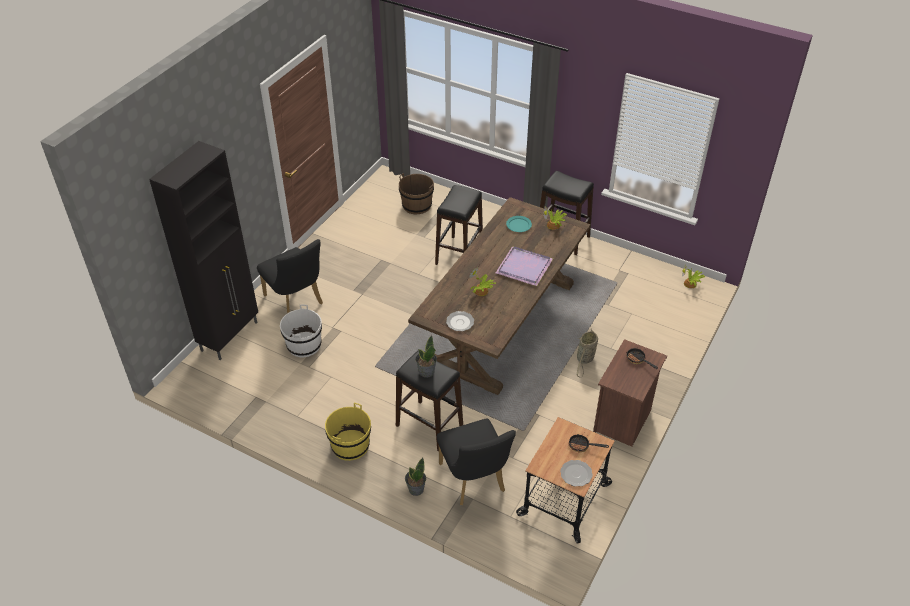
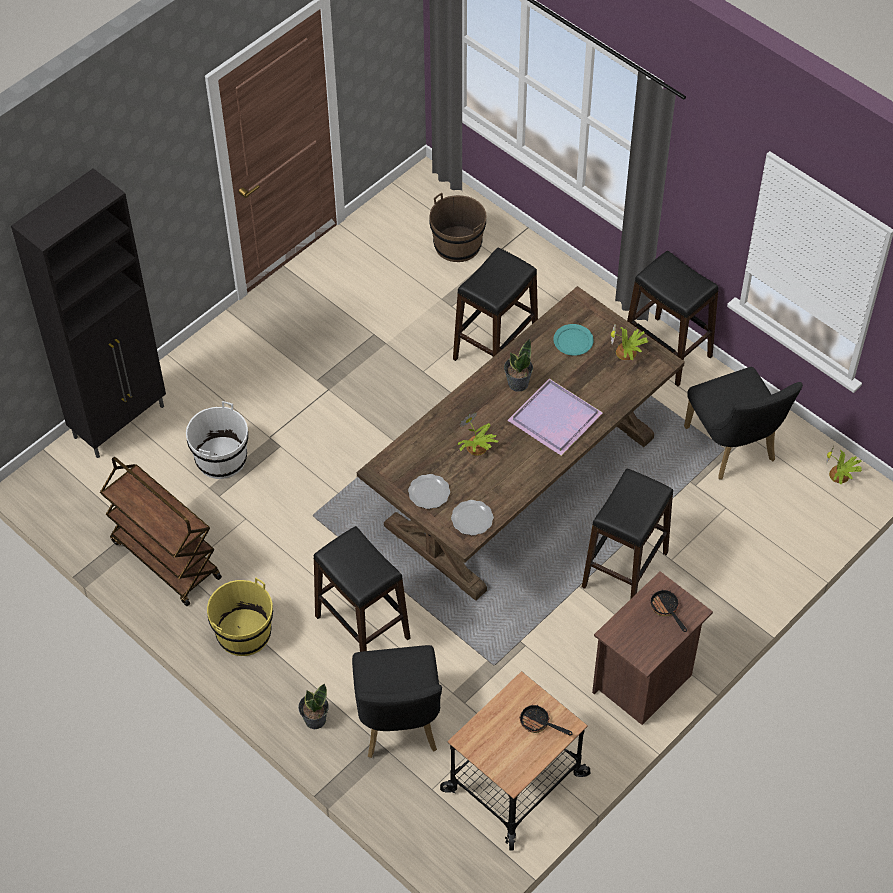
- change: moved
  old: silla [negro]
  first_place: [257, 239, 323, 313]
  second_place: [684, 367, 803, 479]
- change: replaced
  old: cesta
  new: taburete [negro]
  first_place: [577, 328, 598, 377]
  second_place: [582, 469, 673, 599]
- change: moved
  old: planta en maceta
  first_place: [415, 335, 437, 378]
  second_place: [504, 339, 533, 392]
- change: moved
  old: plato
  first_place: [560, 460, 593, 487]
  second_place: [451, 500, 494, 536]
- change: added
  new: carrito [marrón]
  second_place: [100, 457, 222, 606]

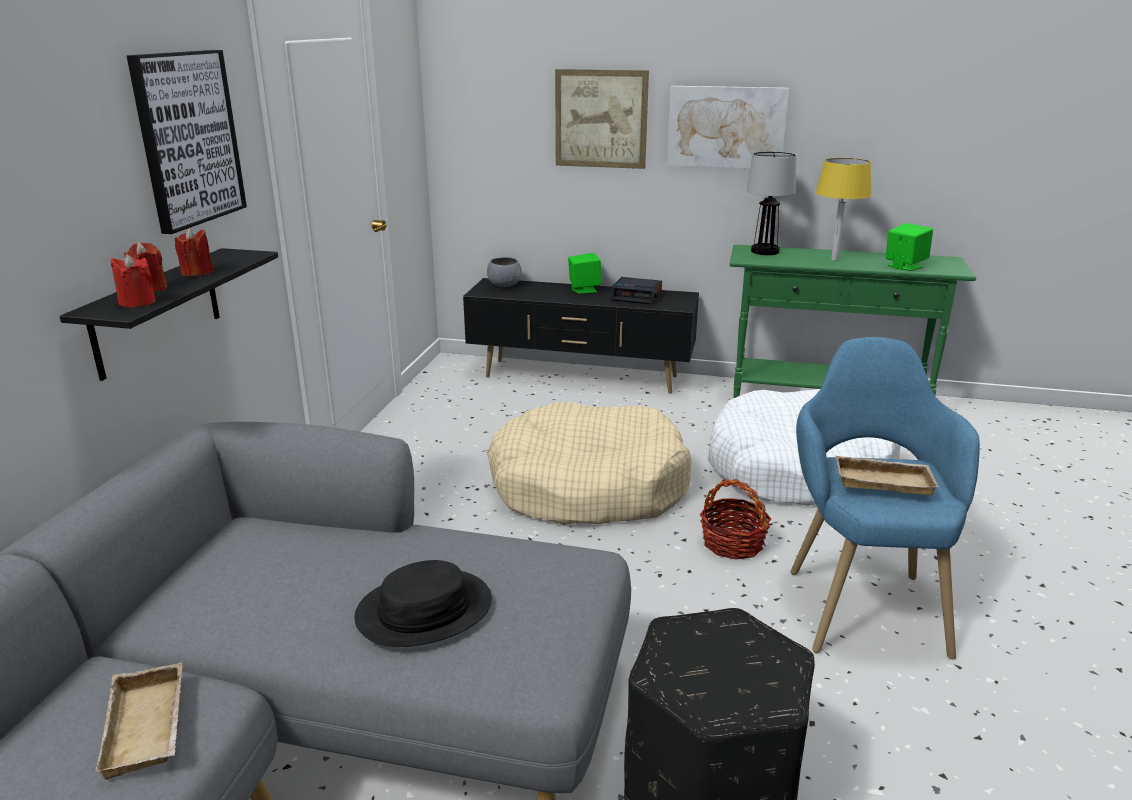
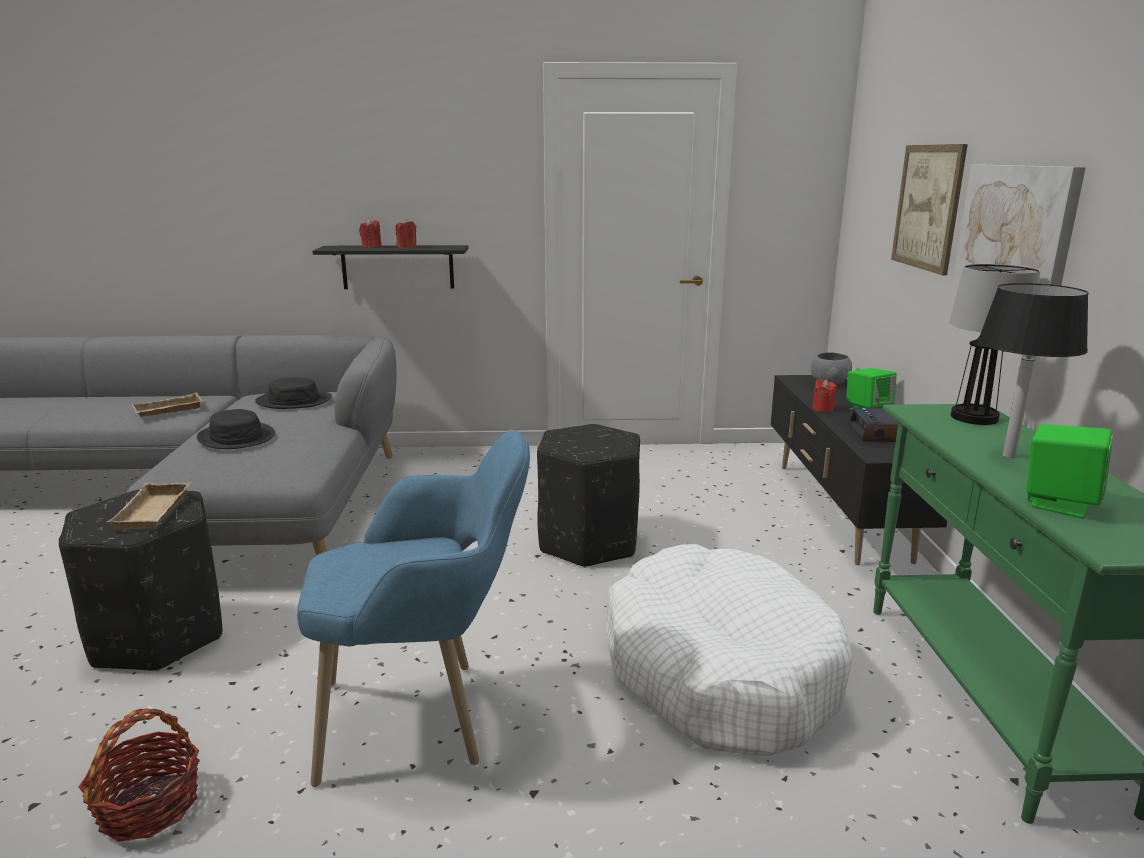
- change: removed
  old: cuadro
  first_place: [127, 50, 247, 234]
- change: recoloured
  old: lámpara de mesa [amarillo]
  new: lámpara de mesa [negro]
  first_place: [815, 158, 872, 260]
  second_place: [978, 283, 1089, 458]
- change: moved
  old: vela [rojo]
  first_place: [110, 254, 156, 308]
  second_place: [812, 379, 837, 412]
- change: replaced
  old: cama para perro [beis]
  new: puf [negro]
  first_place: [487, 402, 691, 525]
  second_place: [537, 424, 640, 568]
- change: moved
  old: bandeja [beis]
  first_place: [835, 455, 938, 495]
  second_place: [107, 483, 190, 531]
- change: moved
  old: cesta
  first_place: [700, 479, 771, 560]
  second_place: [78, 708, 200, 842]
- change: added
  new: sombrero [negro]
  second_place: [255, 378, 332, 409]

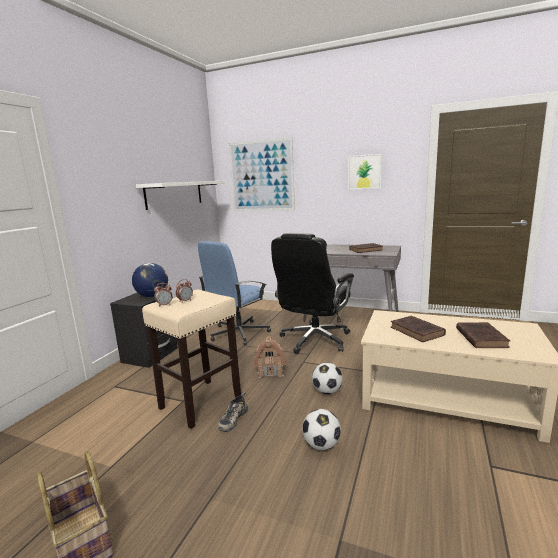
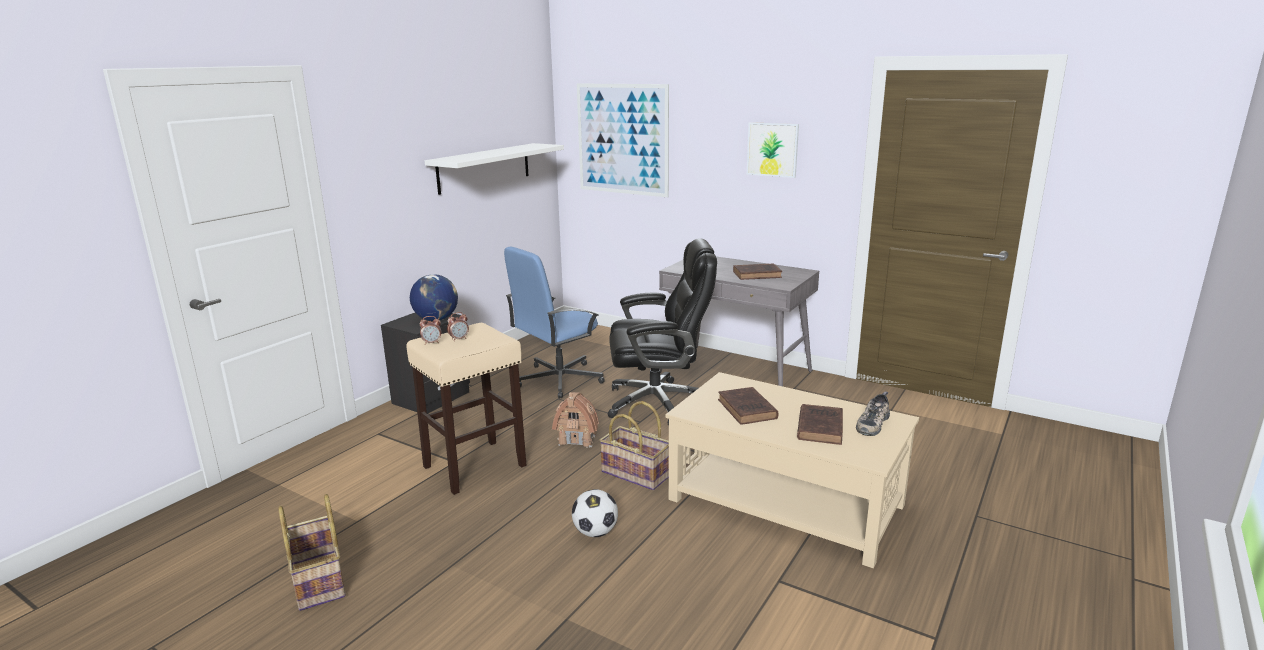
- change: turned
  old: silla de oficina [negro]
  first_place: [271, 233, 354, 354]
  second_place: [607, 238, 717, 425]
  degrees: -135
- change: replaced
  old: balón de fútbol
  new: cesta
  first_place: [312, 362, 343, 394]
  second_place: [600, 401, 669, 490]
- change: moved
  old: zapato
  first_place: [218, 392, 248, 432]
  second_place: [856, 392, 890, 436]

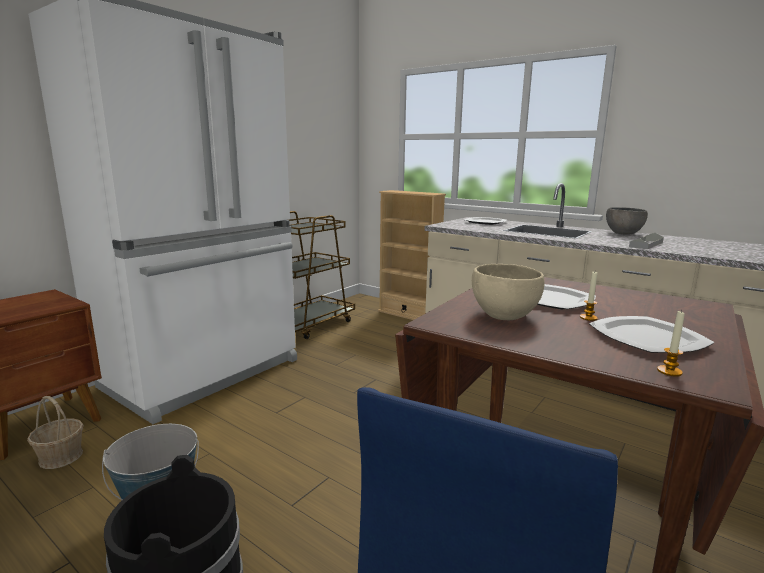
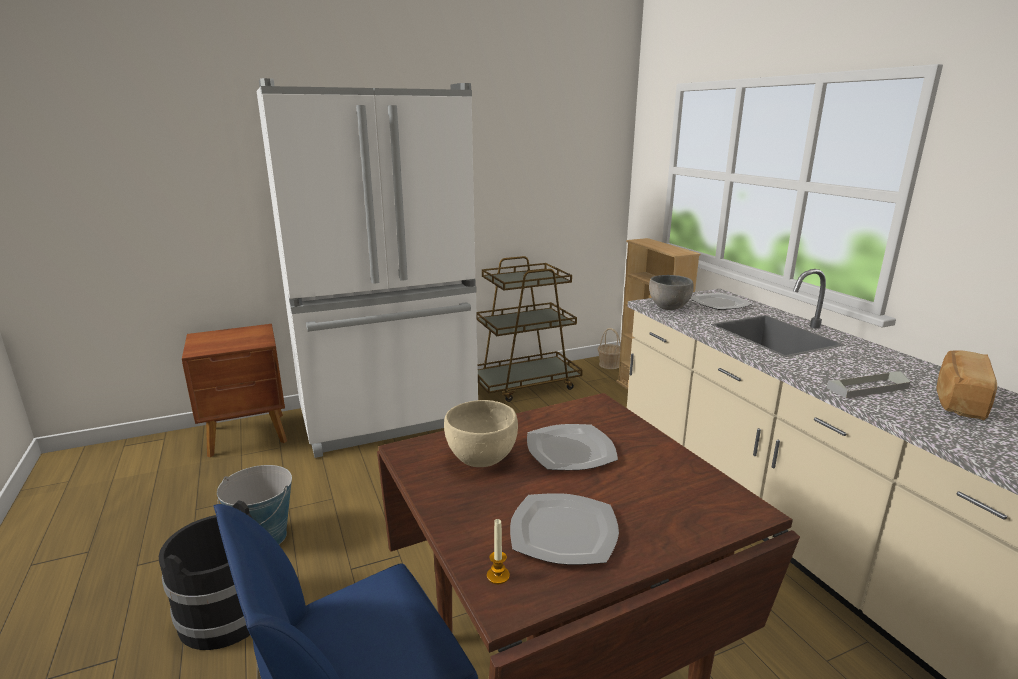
- change: moved
  old: cuenco [gris]
  first_place: [606, 207, 648, 235]
  second_place: [649, 275, 694, 310]
- change: removed
  old: vela
  first_place: [580, 271, 598, 321]
- change: moved
  old: cesta
  first_place: [27, 396, 83, 469]
  second_place: [597, 328, 621, 369]
- change: added
  new: pan
  second_place: [937, 350, 997, 420]

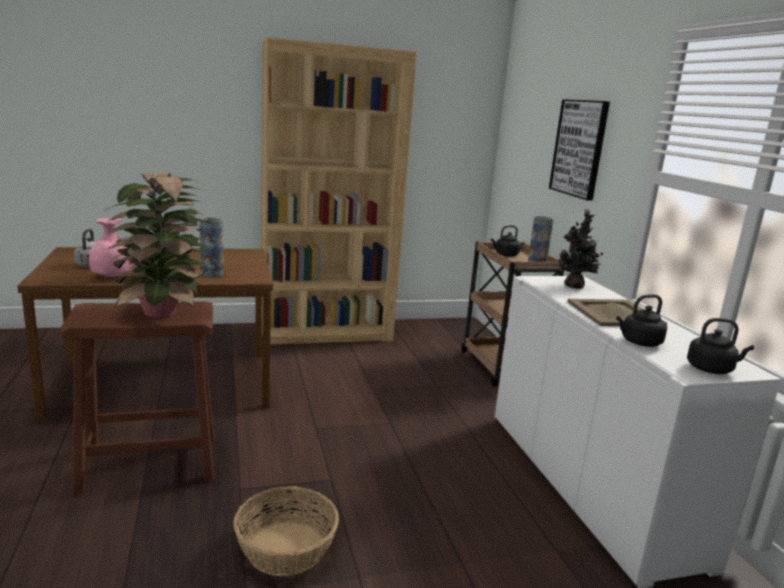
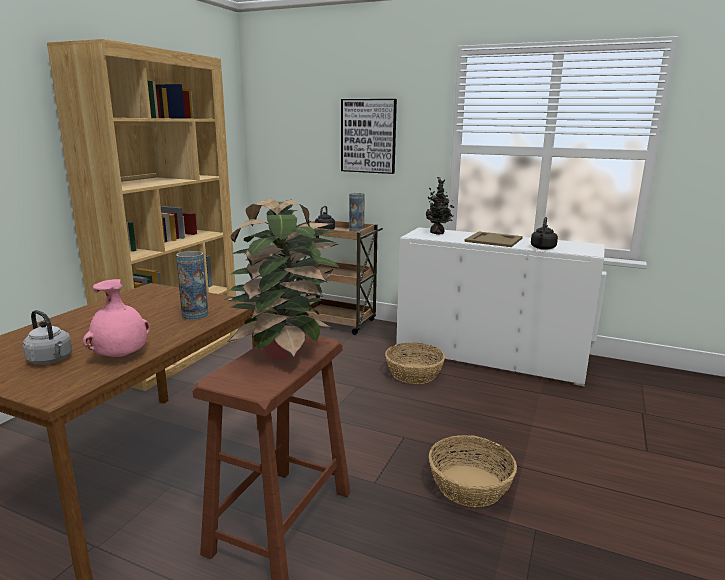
- change: removed
  old: hervidor [negro]
  first_place: [687, 318, 754, 374]
- change: added
  new: cesta
  second_place: [385, 342, 445, 384]

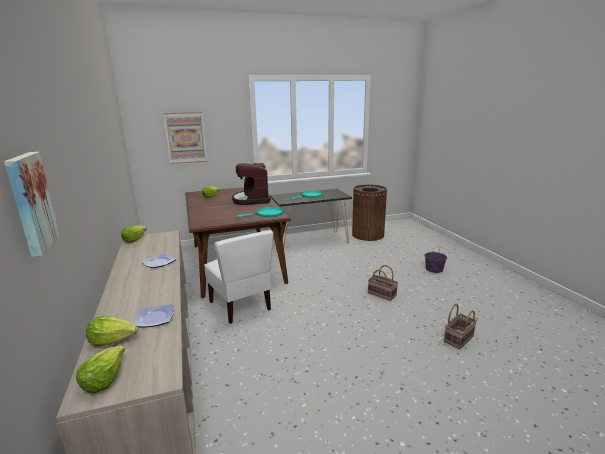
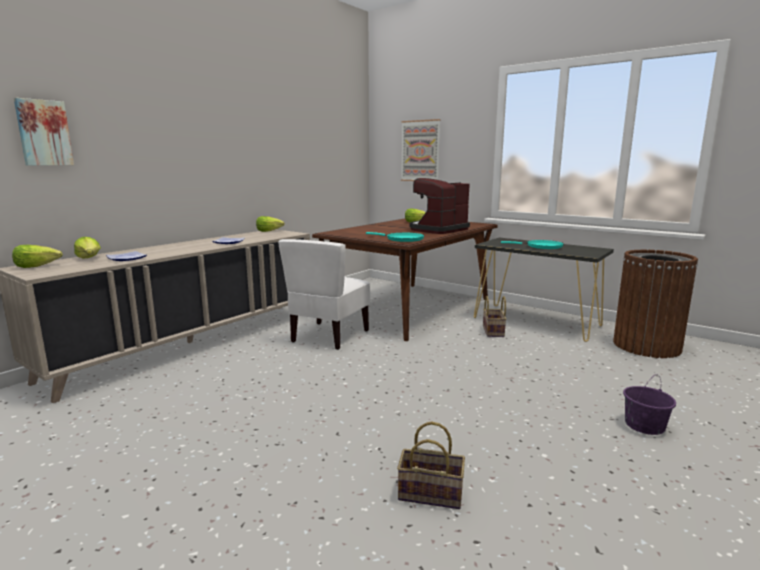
- change: moved
  old: cesta
  first_place: [368, 265, 398, 301]
  second_place: [483, 296, 506, 337]

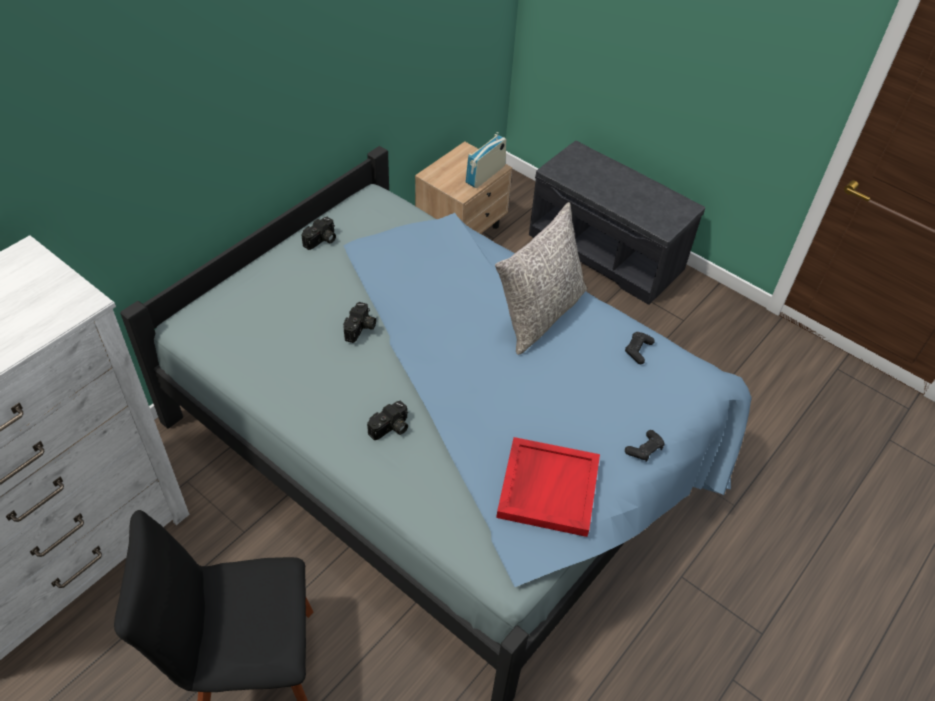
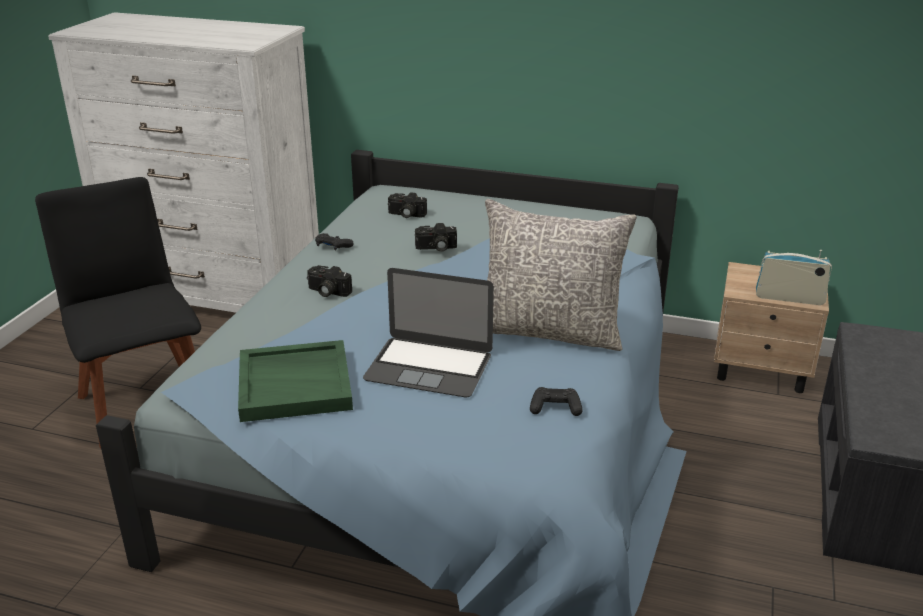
- change: moved
  old: cámara
  first_place: [302, 217, 336, 250]
  second_place: [388, 192, 427, 218]
- change: moved
  old: mando de consola [negro]
  first_place: [625, 430, 664, 462]
  second_place: [315, 233, 353, 251]
- change: recoloured
  old: bandeja [rojo]
  new: bandeja [verde]
  first_place: [496, 437, 600, 537]
  second_place: [238, 340, 353, 422]
- change: added
  new: portátil
  second_place: [363, 268, 494, 397]

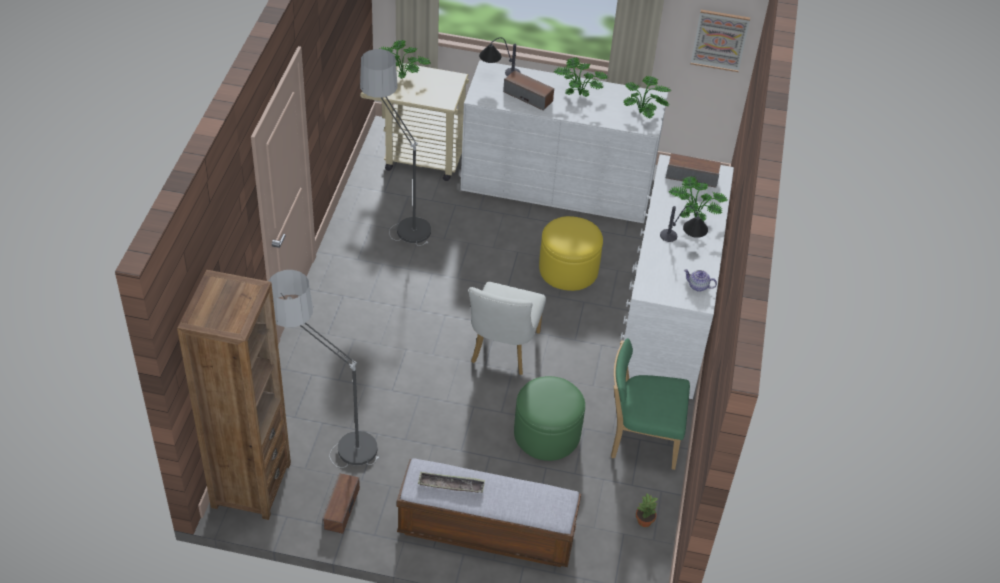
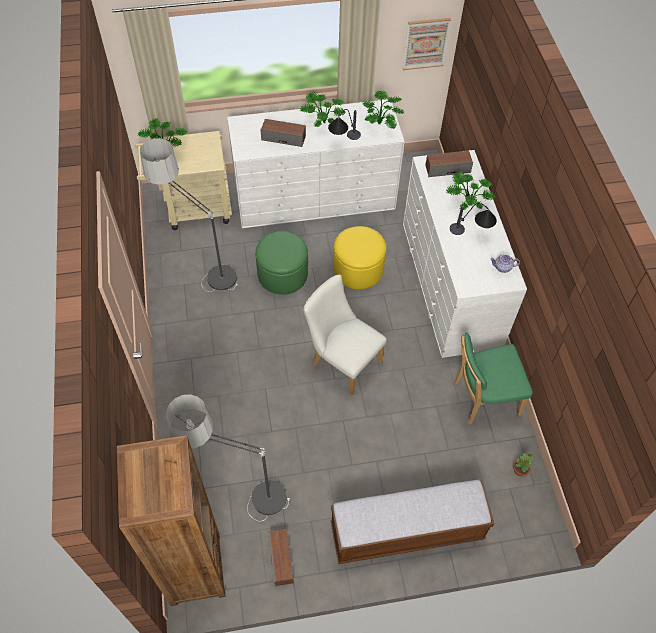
- change: moved
  old: lámpara de mesa
  first_place: [479, 37, 521, 77]
  second_place: [328, 109, 361, 140]
- change: turned
  old: silla [blanco]
  first_place: [469, 282, 546, 375]
  second_place: [304, 275, 387, 396]
  degrees: 135
- change: moved
  old: puf [verde]
  first_place: [514, 376, 585, 461]
  second_place: [255, 231, 308, 295]
- change: removed
  old: bandeja
  first_place: [418, 472, 485, 493]

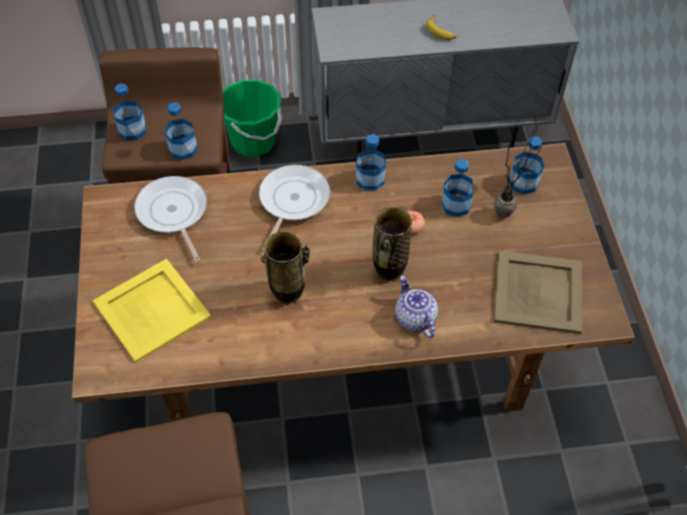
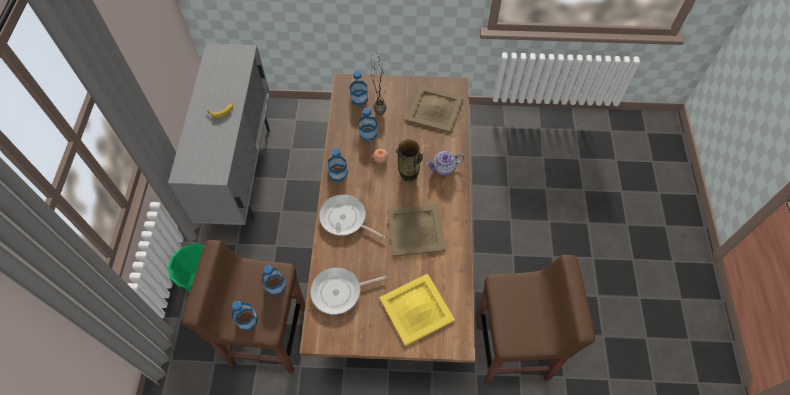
- change: replaced
  old: florero
  new: bandeja [beis]
  first_place: [261, 231, 311, 304]
  second_place: [387, 204, 446, 257]

